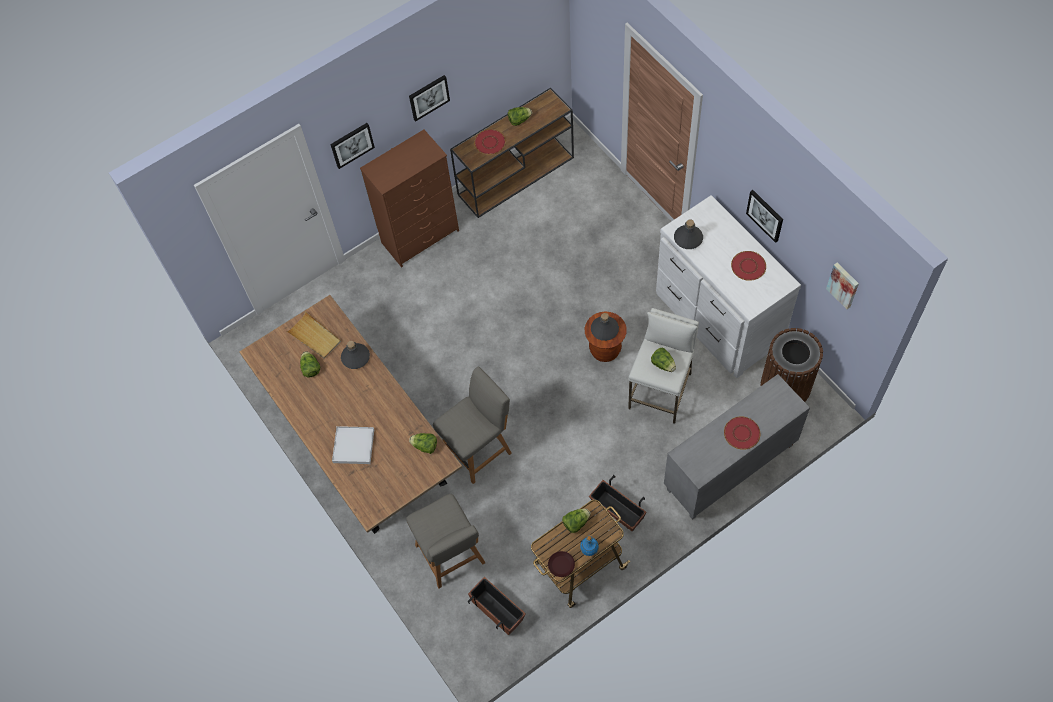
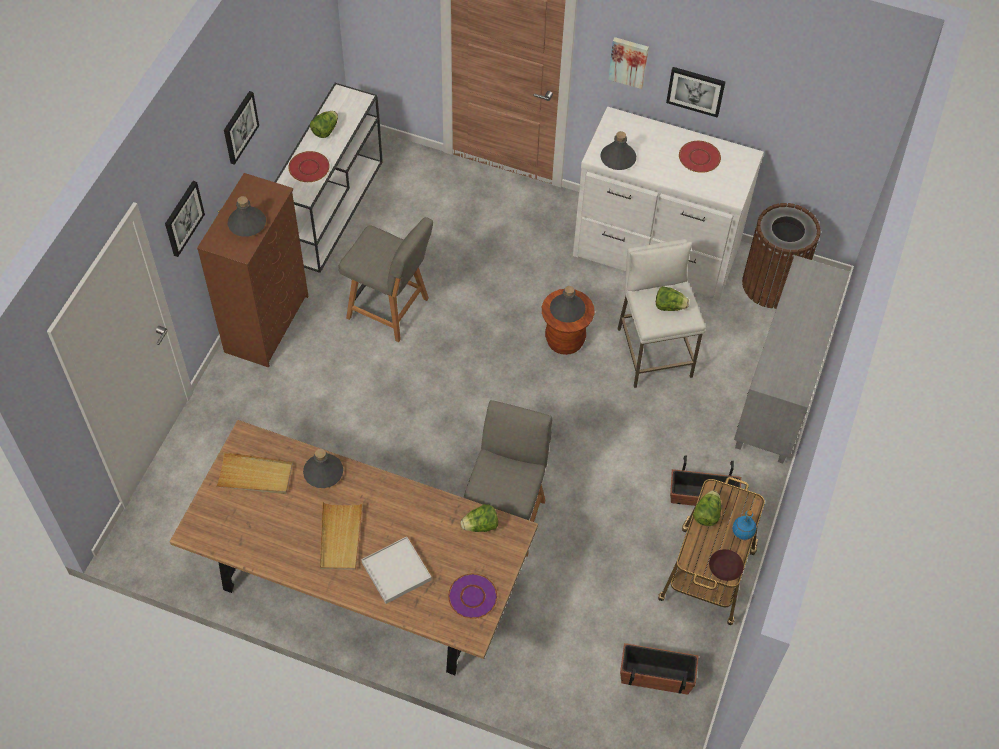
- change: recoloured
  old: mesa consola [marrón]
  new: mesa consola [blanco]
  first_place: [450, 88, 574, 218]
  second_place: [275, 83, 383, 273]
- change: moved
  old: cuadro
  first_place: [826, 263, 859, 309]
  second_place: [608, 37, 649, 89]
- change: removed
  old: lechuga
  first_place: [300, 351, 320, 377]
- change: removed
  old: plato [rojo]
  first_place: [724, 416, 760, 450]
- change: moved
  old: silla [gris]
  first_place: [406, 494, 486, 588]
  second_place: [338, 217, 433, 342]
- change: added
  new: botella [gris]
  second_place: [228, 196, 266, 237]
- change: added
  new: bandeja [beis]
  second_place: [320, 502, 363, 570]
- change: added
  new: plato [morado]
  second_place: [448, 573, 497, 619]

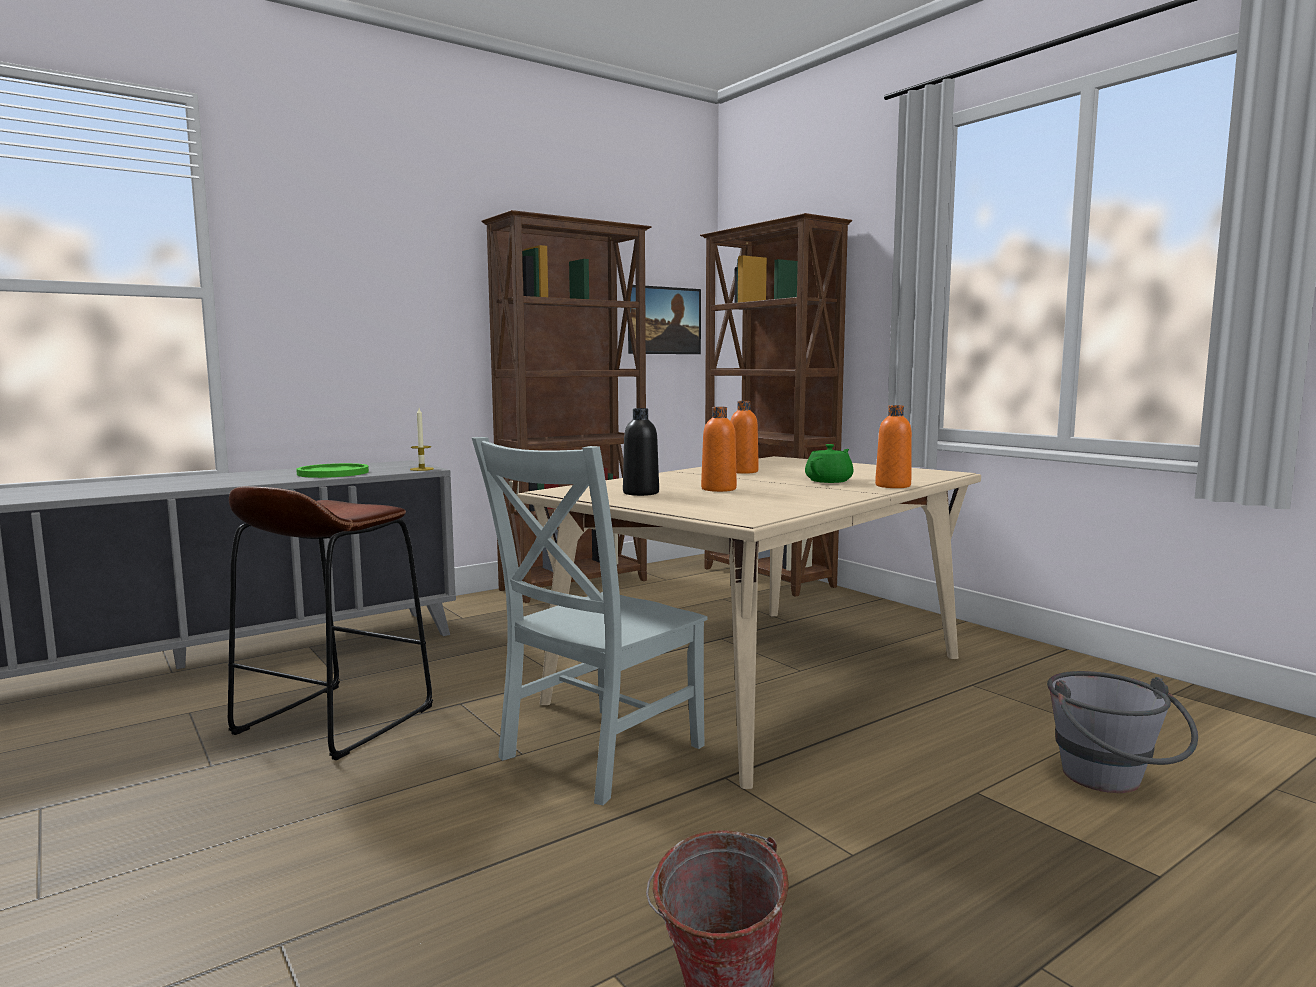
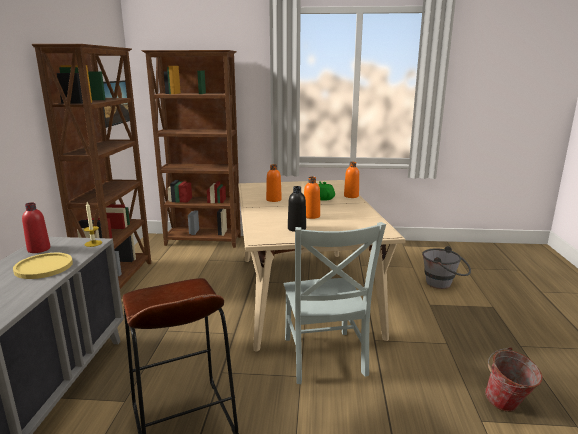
- change: recoloured
  old: plato [verde]
  new: plato [amarillo]
  first_place: [296, 463, 369, 478]
  second_place: [13, 253, 73, 279]
- change: added
  new: botella [rojo]
  second_place: [22, 202, 50, 253]

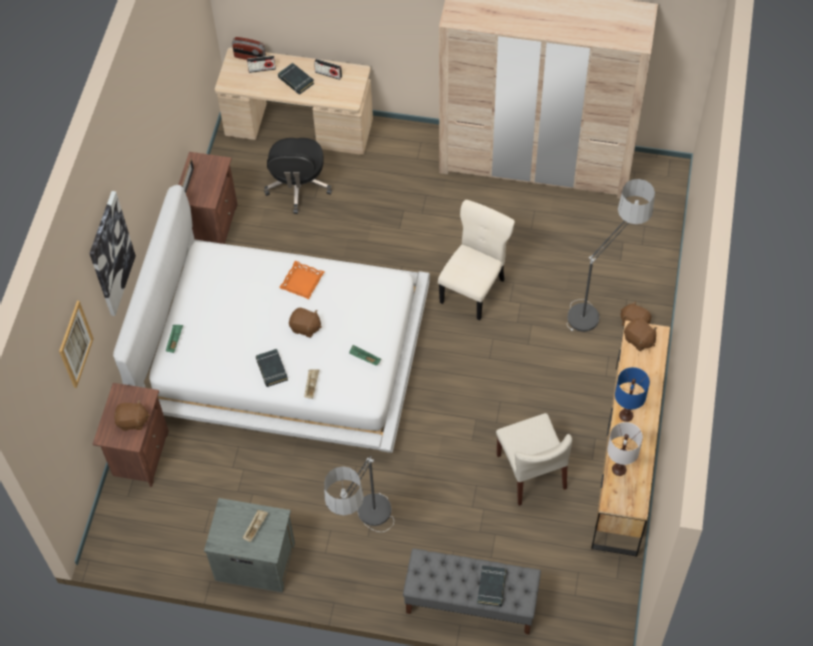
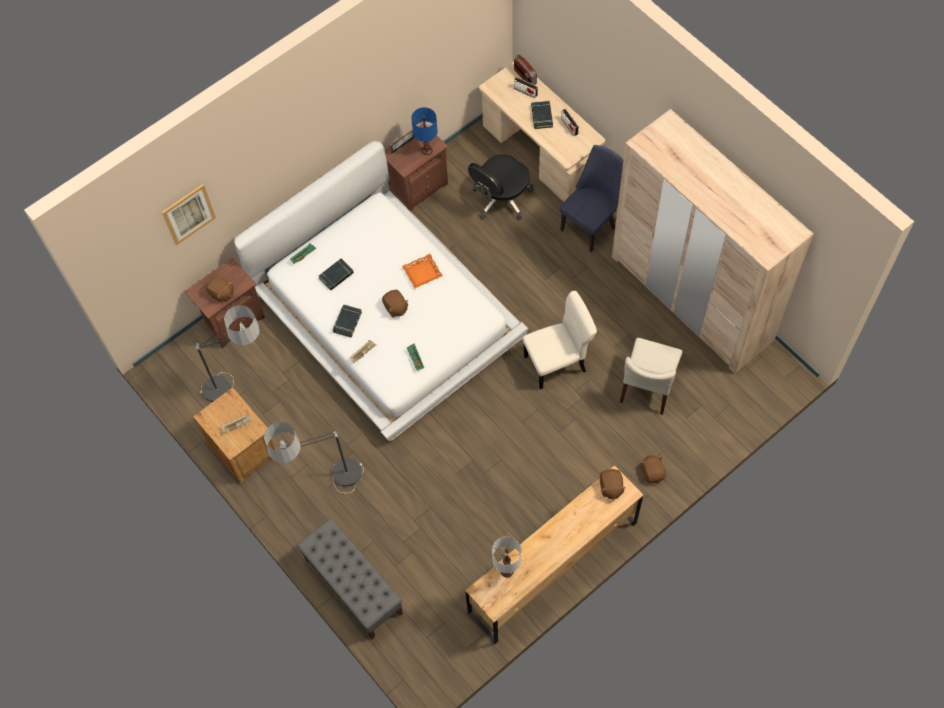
- change: moved
  old: lámpara de pie
  first_place: [567, 179, 655, 332]
  second_place: [194, 305, 260, 402]
- change: removed
  old: cuadro
  first_place: [89, 191, 136, 316]
- change: moved
  old: lámpara de mesa [azul]
  first_place: [615, 367, 650, 422]
  second_place: [411, 107, 438, 155]
- change: moved
  old: silla [beis]
  first_place: [496, 413, 572, 506]
  second_place: [620, 338, 683, 415]
- change: recoloured
  old: mesita de noche [gris]
  new: mesita de noche [marrón]
  first_place: [204, 498, 295, 593]
  second_place: [193, 387, 275, 483]
- change: moved
  old: libro [negro]
  first_place: [477, 565, 506, 607]
  second_place: [318, 259, 354, 290]
- change: added
  new: silla [azul]
  second_place: [560, 145, 623, 252]

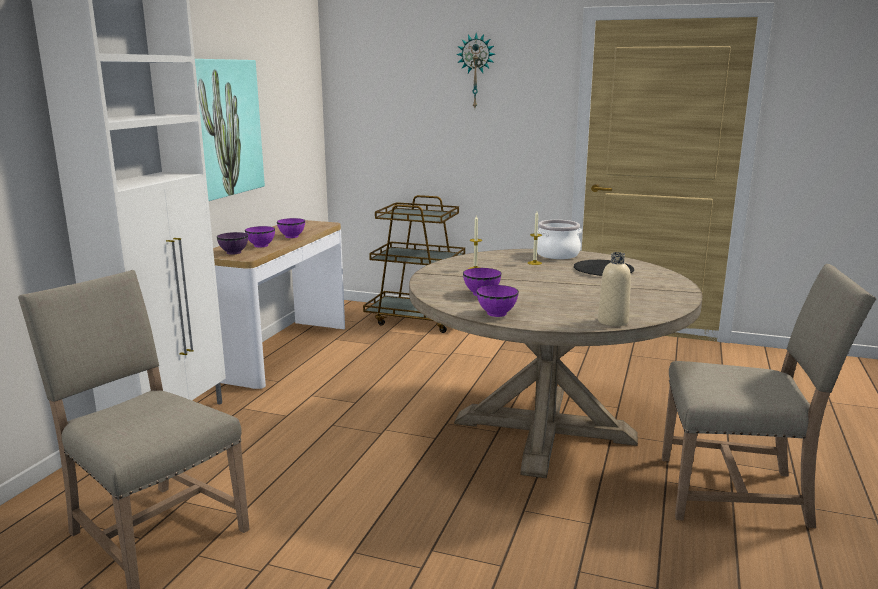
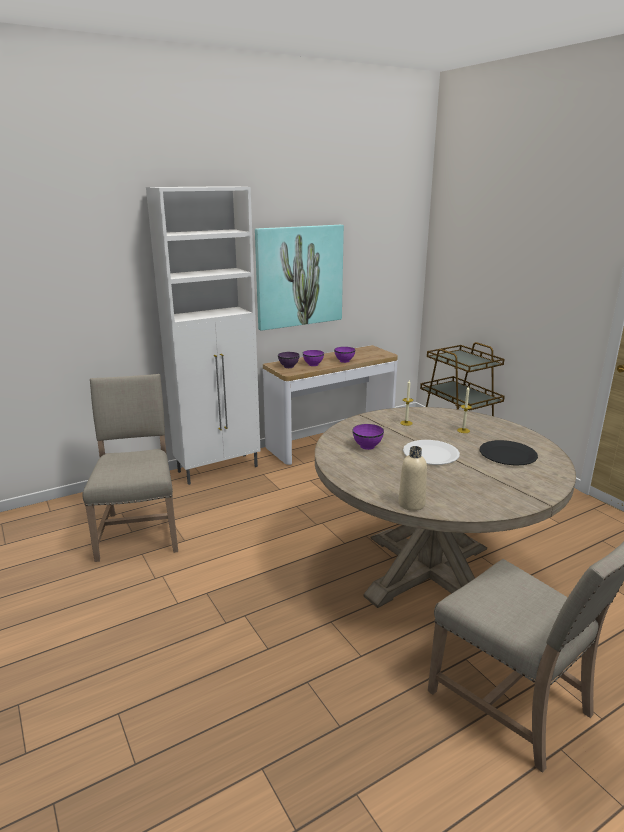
- change: removed
  old: reloj de pared
  first_place: [456, 33, 495, 108]
- change: removed
  old: olla
  first_place: [537, 220, 582, 259]
- change: removed
  old: cuenco [morado]
  first_place: [477, 285, 519, 317]
- change: added
  new: plato [blanco]
  second_place: [403, 440, 460, 465]

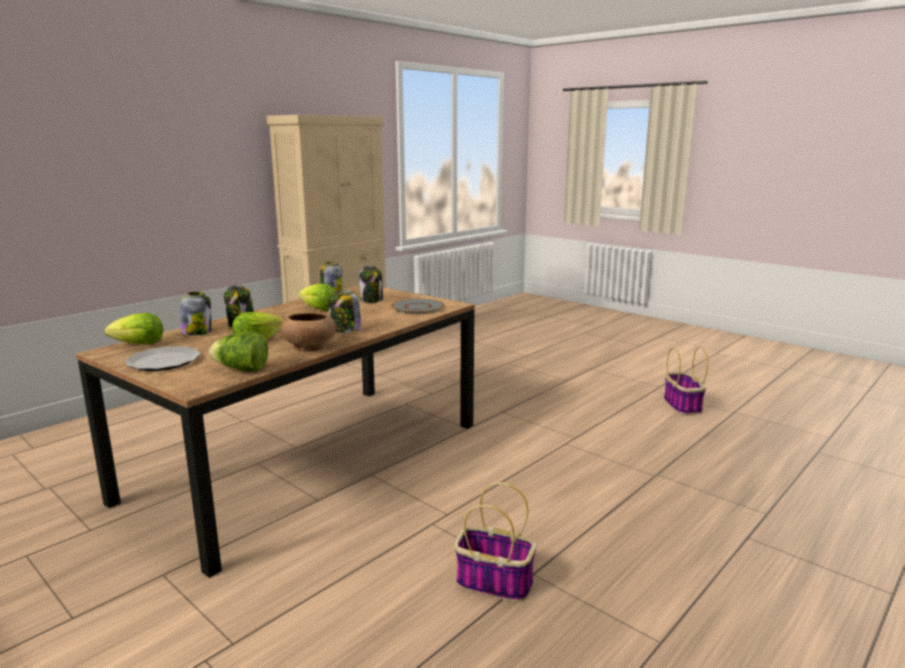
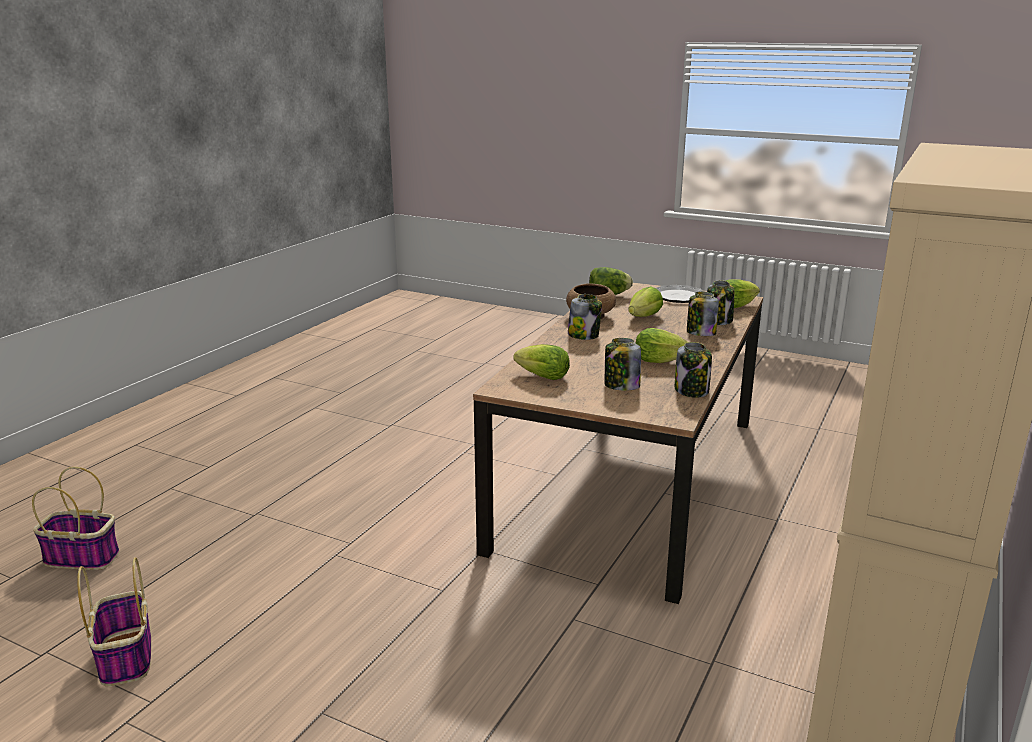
- change: replaced
  old: plato [gris]
  new: lechuga
  first_place: [391, 299, 445, 314]
  second_place: [513, 344, 570, 380]
- change: moved
  old: cesta
  first_place: [455, 482, 536, 602]
  second_place: [32, 467, 119, 570]

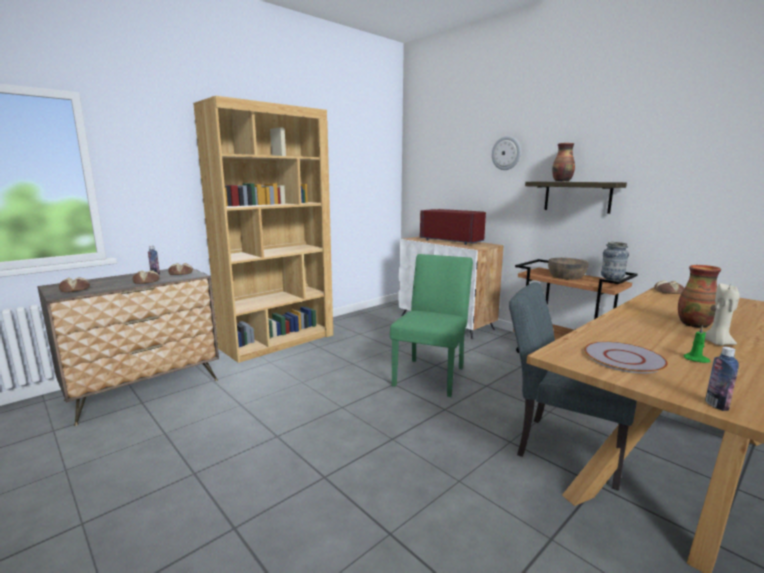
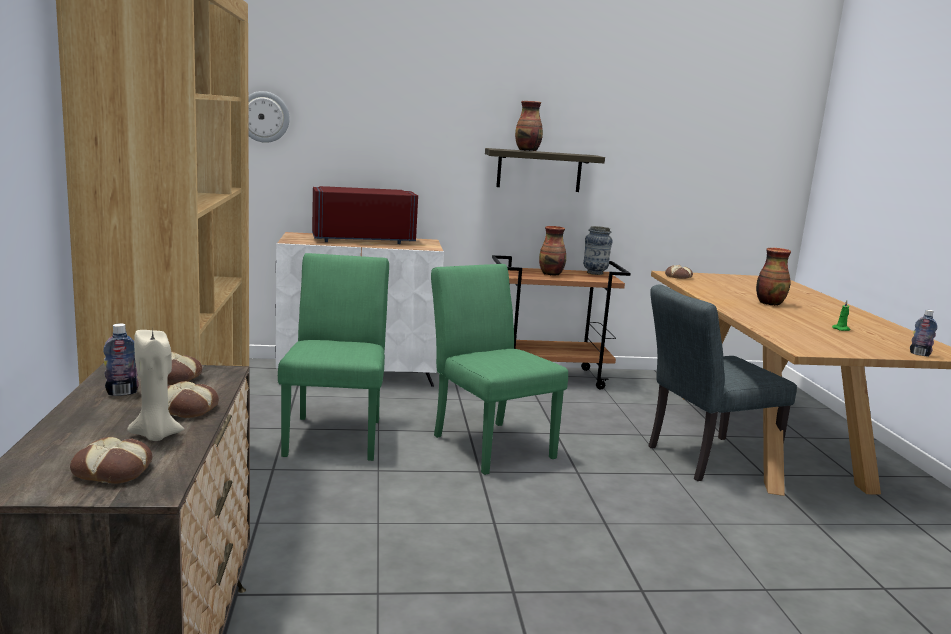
- change: moved
  old: reloj de pared
  first_place: [492, 136, 521, 170]
  second_place: [248, 91, 290, 143]
- change: replaced
  old: cuenco [marrón]
  new: florero
  first_place: [548, 258, 589, 280]
  second_place: [539, 226, 566, 275]
- change: moved
  old: vela [beis]
  first_place: [705, 283, 740, 346]
  second_place: [127, 330, 184, 441]
- change: removed
  old: plato [gris]
  first_place: [584, 341, 668, 373]
- change: added
  new: silla [verde]
  second_place: [278, 253, 389, 461]

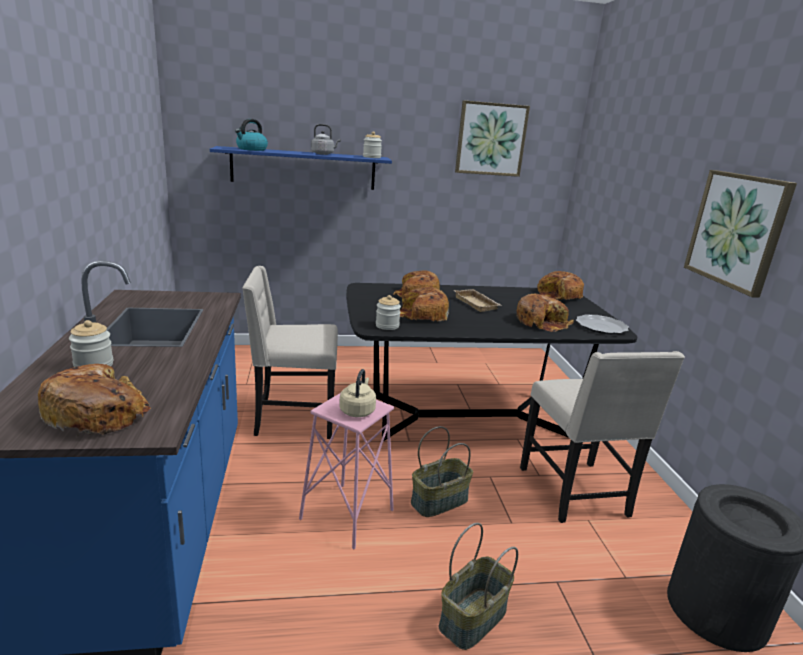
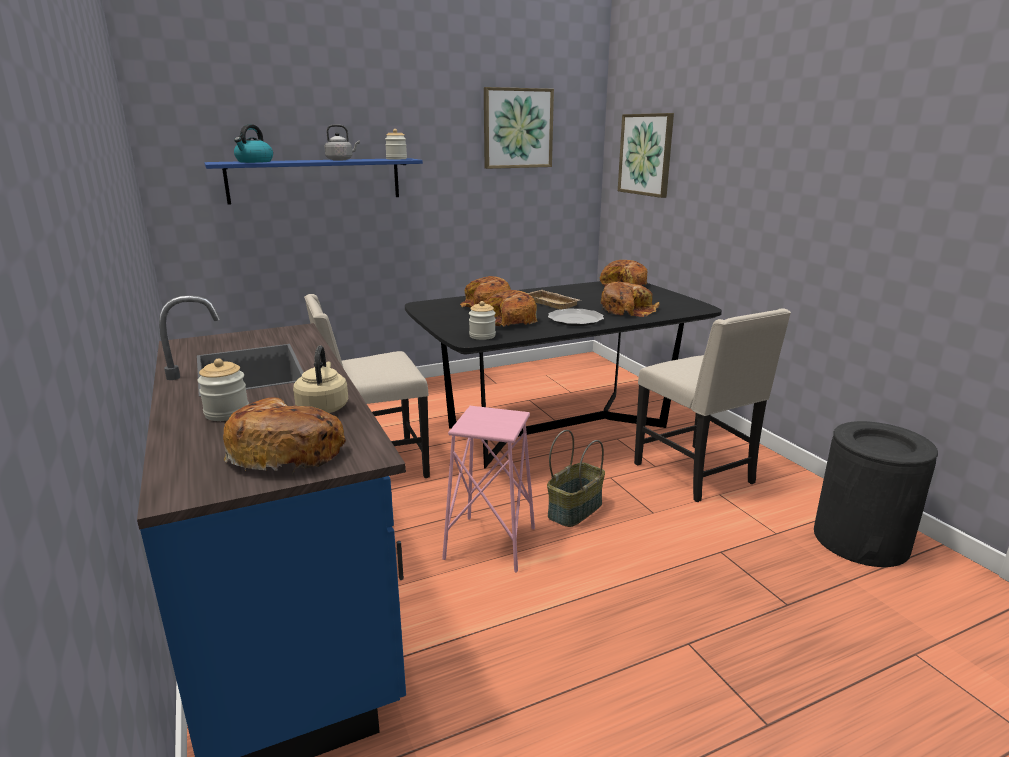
- change: moved
  old: cuadro
  first_place: [684, 170, 797, 298]
  second_place: [618, 113, 674, 198]
- change: moved
  old: plato
  first_place: [576, 314, 629, 334]
  second_place: [548, 308, 604, 326]
- change: moved
  old: hervidor [beis]
  first_place: [339, 369, 376, 417]
  second_place: [293, 345, 348, 413]
- change: removed
  old: cesta
  first_place: [439, 523, 518, 650]

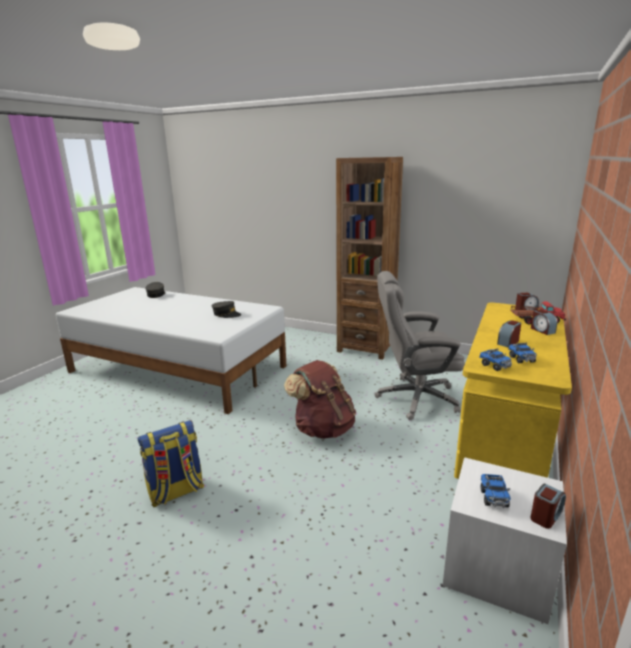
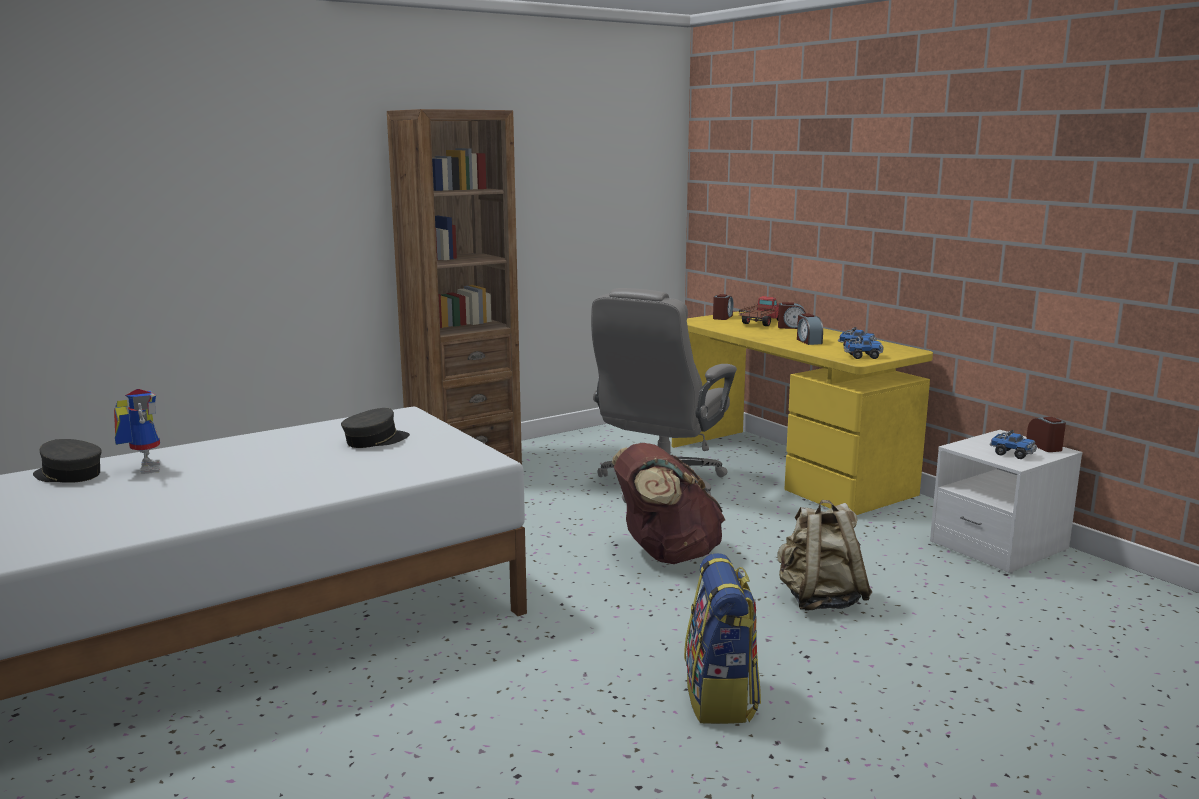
- change: added
  new: robot de juguete
  second_place: [114, 389, 160, 474]
- change: added
  new: mochila [beis]
  second_place: [778, 500, 872, 610]

